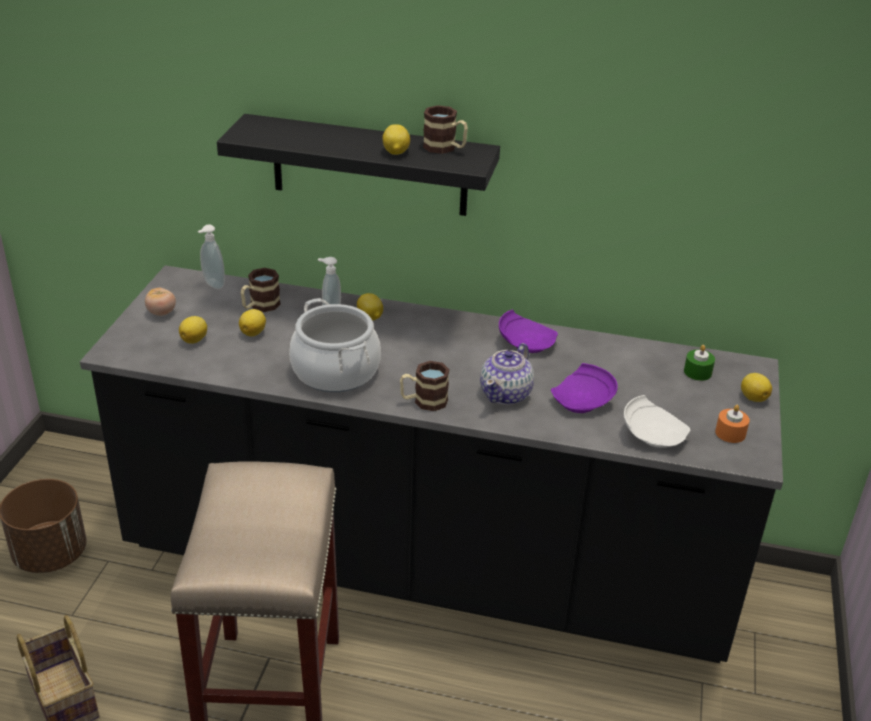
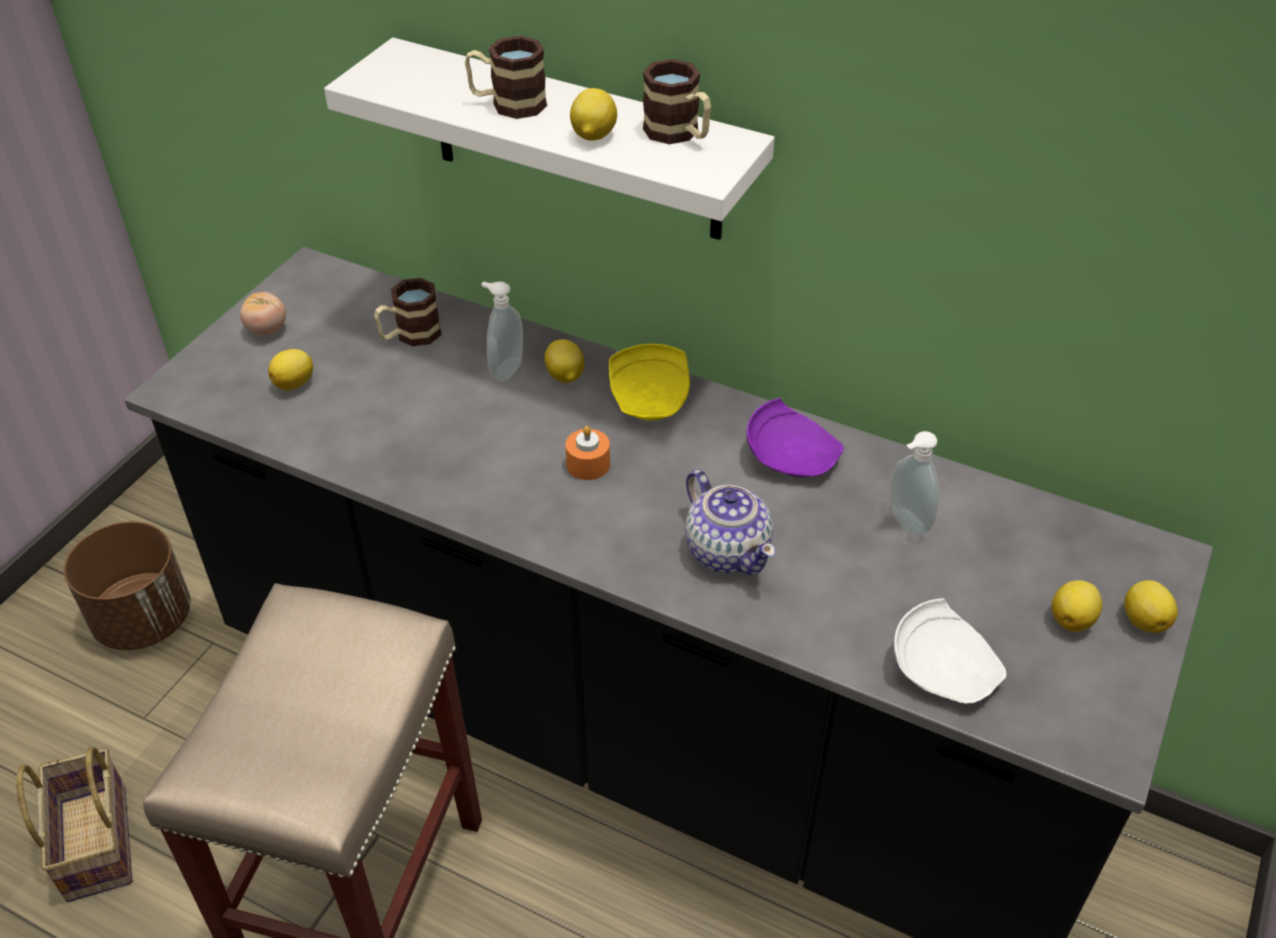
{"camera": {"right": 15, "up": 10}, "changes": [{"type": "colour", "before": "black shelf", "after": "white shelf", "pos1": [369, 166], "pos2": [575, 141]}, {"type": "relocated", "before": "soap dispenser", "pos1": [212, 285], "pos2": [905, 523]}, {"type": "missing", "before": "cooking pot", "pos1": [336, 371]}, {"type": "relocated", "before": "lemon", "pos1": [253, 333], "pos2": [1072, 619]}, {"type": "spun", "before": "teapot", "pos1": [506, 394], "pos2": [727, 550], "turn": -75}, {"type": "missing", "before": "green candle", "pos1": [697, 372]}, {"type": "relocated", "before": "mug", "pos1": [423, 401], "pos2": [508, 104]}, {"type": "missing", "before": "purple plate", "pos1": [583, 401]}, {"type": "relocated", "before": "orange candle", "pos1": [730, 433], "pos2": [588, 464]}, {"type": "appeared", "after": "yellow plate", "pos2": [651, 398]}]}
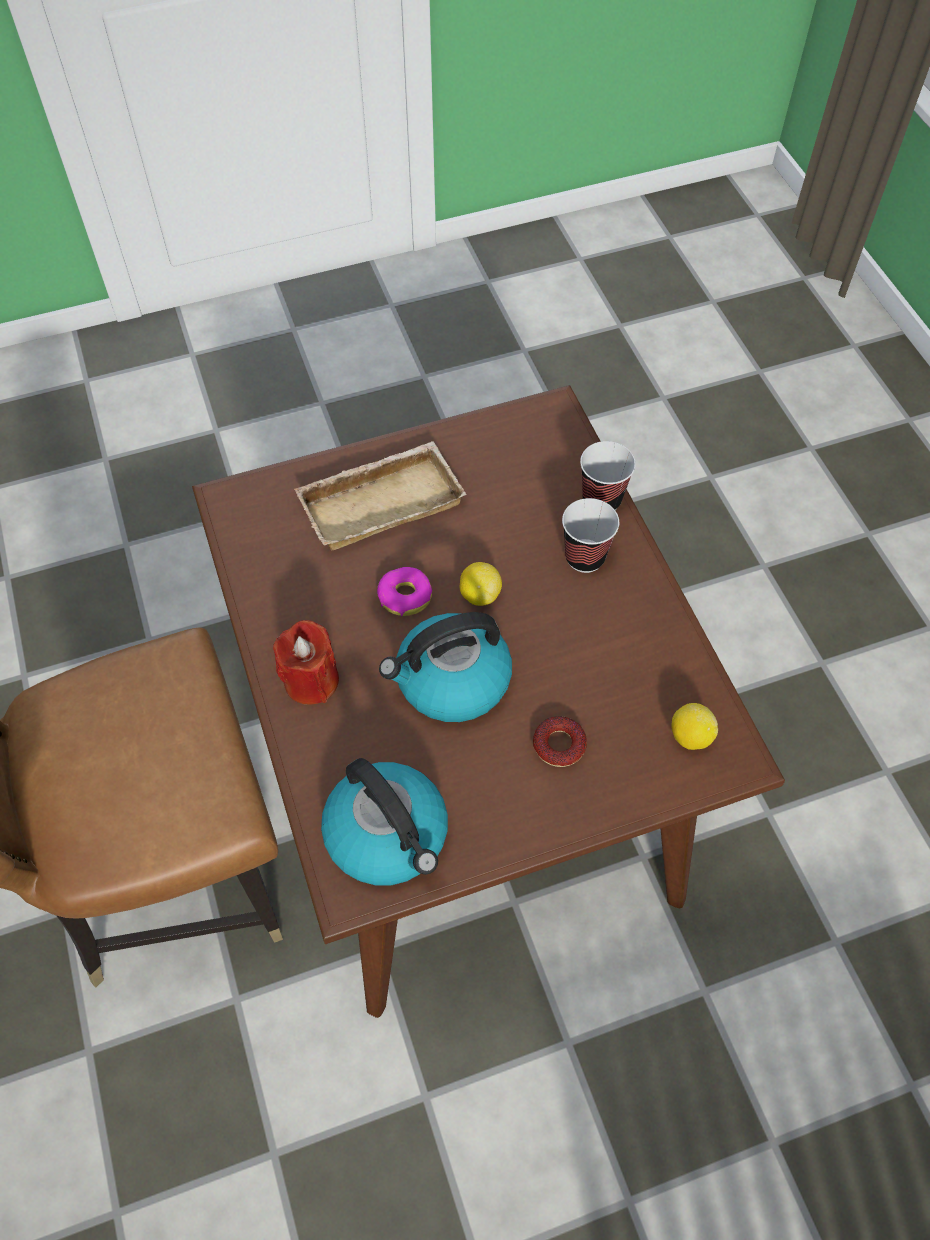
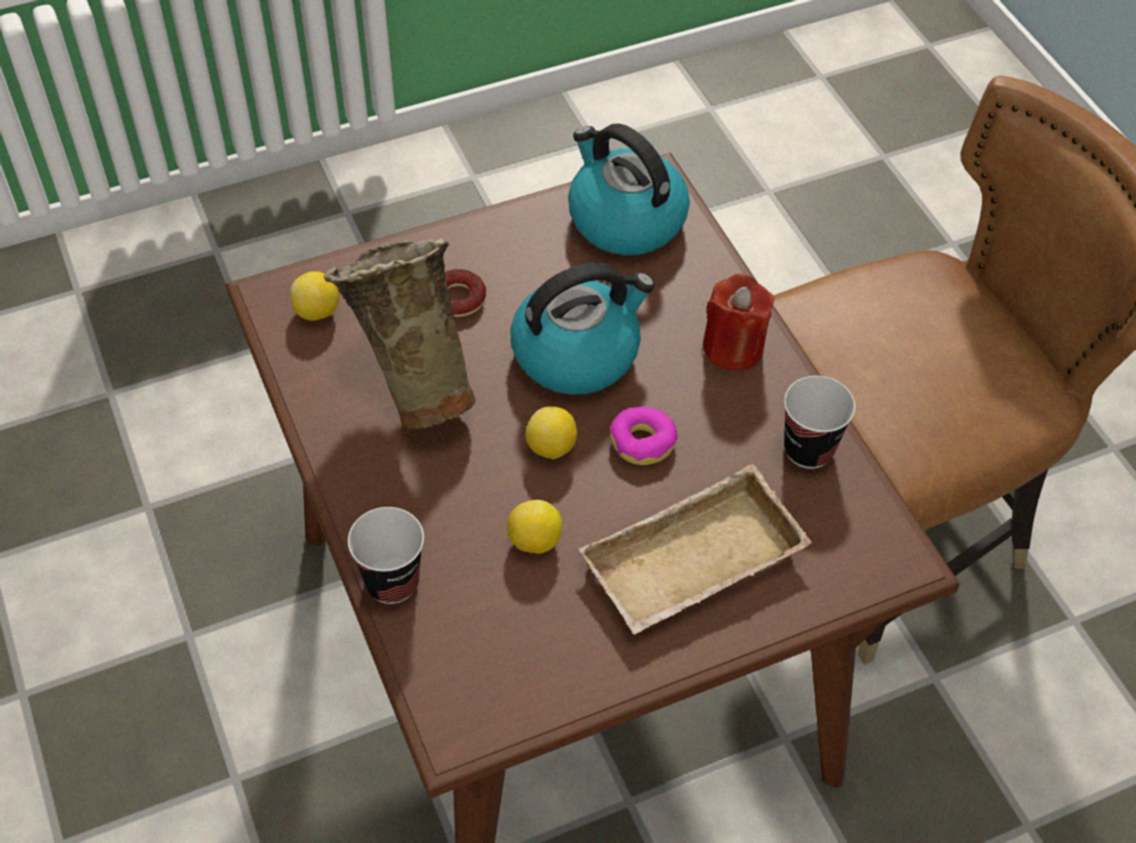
{"camera": {"right": 175, "up": -5}, "changes": [{"type": "relocated", "before": "cup", "pos1": [585, 557], "pos2": [808, 449]}, {"type": "appeared", "after": "beige vase", "pos2": [412, 384]}, {"type": "appeared", "after": "lemon", "pos2": [534, 541]}]}
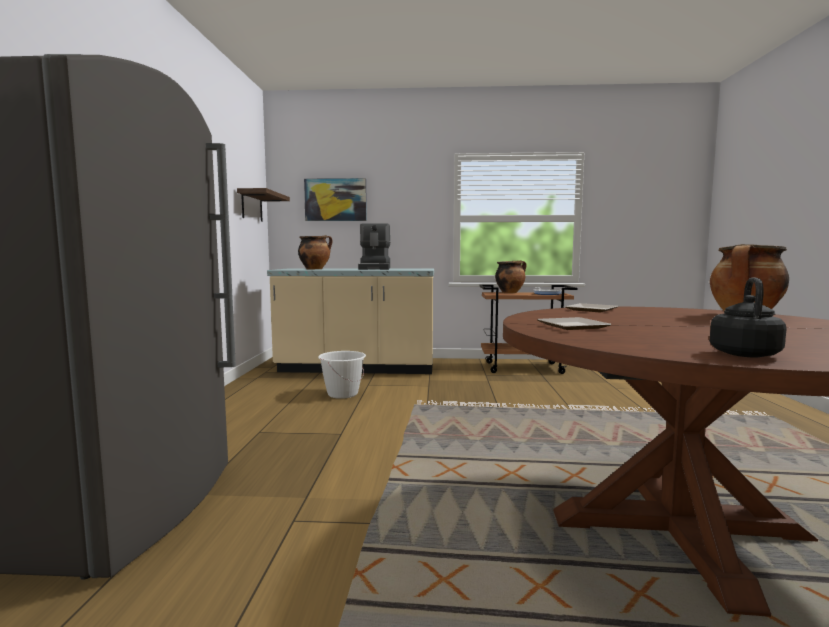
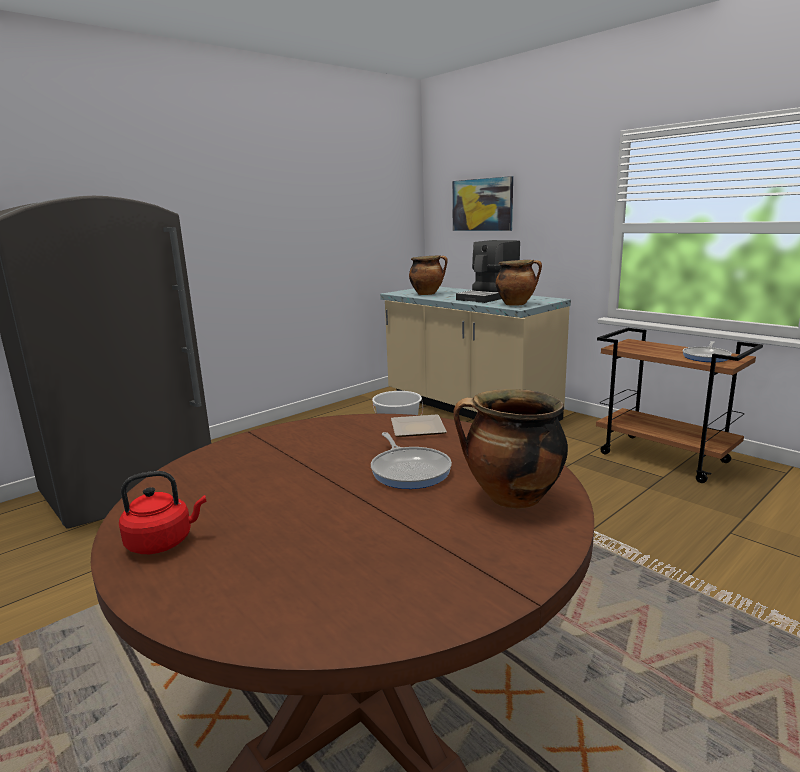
{"camera": {"right": 45, "up": 10}, "changes": [{"type": "missing", "before": "shelf", "pos1": [252, 206]}, {"type": "relocated", "before": "cooking pot", "pos1": [510, 292], "pos2": [516, 304]}, {"type": "colour", "before": "black kettle", "after": "red kettle", "pos1": [743, 353], "pos2": [163, 542]}, {"type": "missing", "before": "plate", "pos1": [572, 327]}, {"type": "appeared", "after": "frying pan", "pos2": [409, 470]}]}
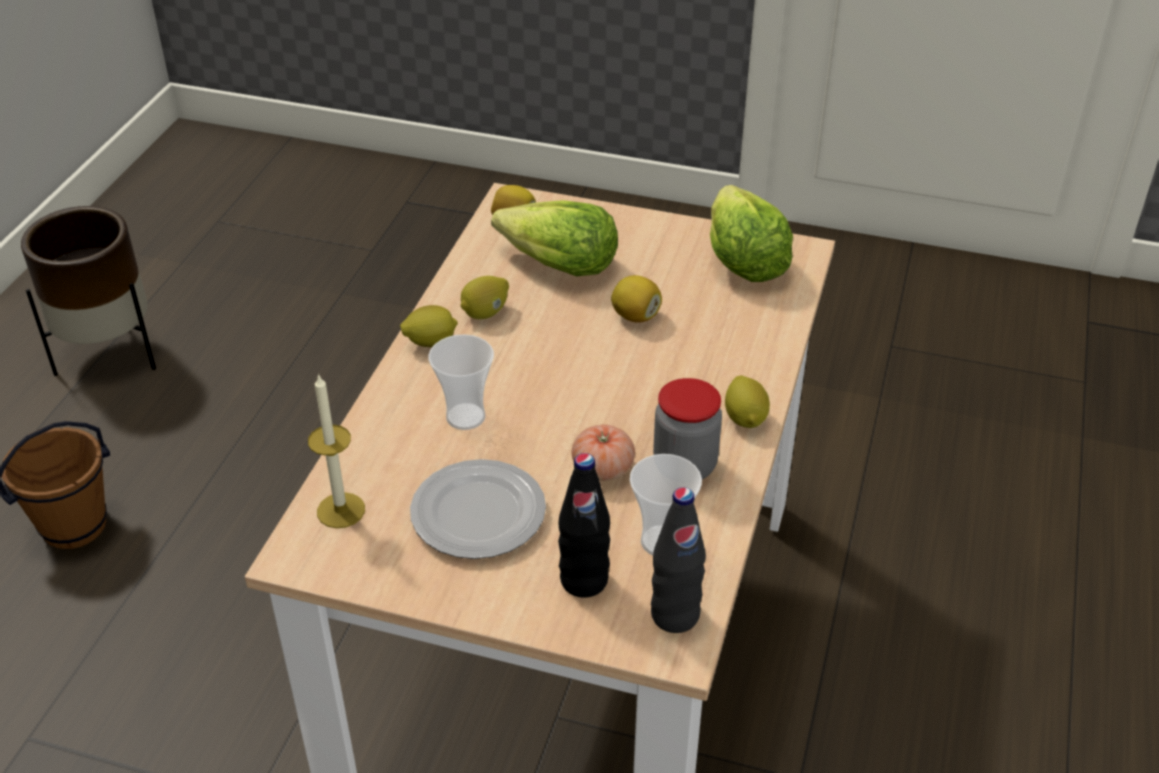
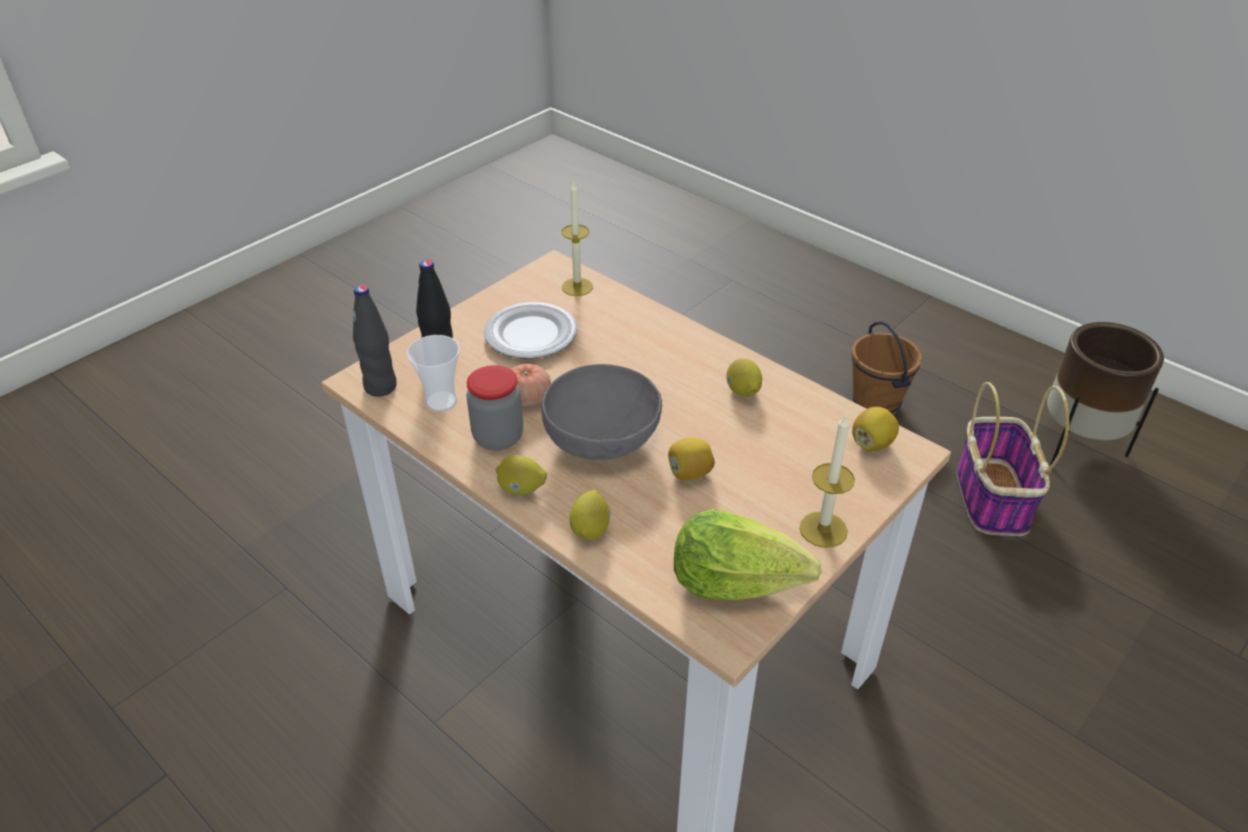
{"camera": {"right": 115, "up": 0}, "changes": [{"type": "missing", "before": "lettuce", "pos1": [558, 265]}, {"type": "relocated", "before": "lemon", "pos1": [430, 342], "pos2": [591, 529]}, {"type": "missing", "before": "cup", "pos1": [465, 417]}, {"type": "appeared", "after": "grey bowl", "pos2": [602, 437]}, {"type": "appeared", "after": "basket", "pos2": [991, 496]}, {"type": "appeared", "after": "candle", "pos2": [823, 529]}]}
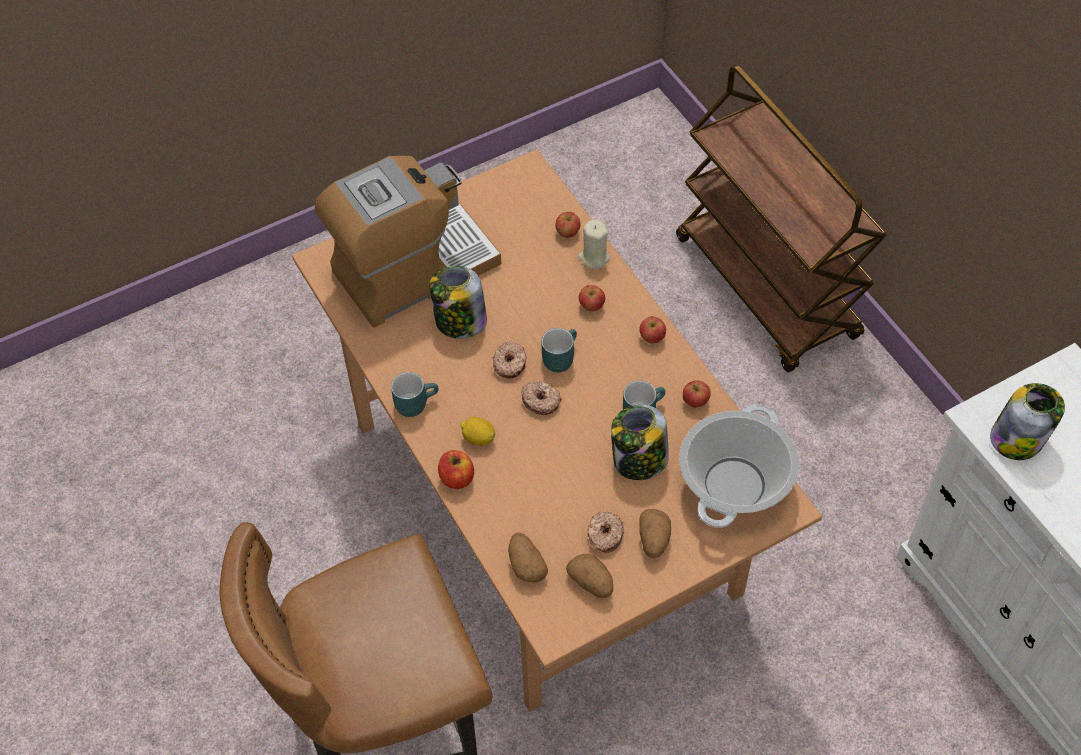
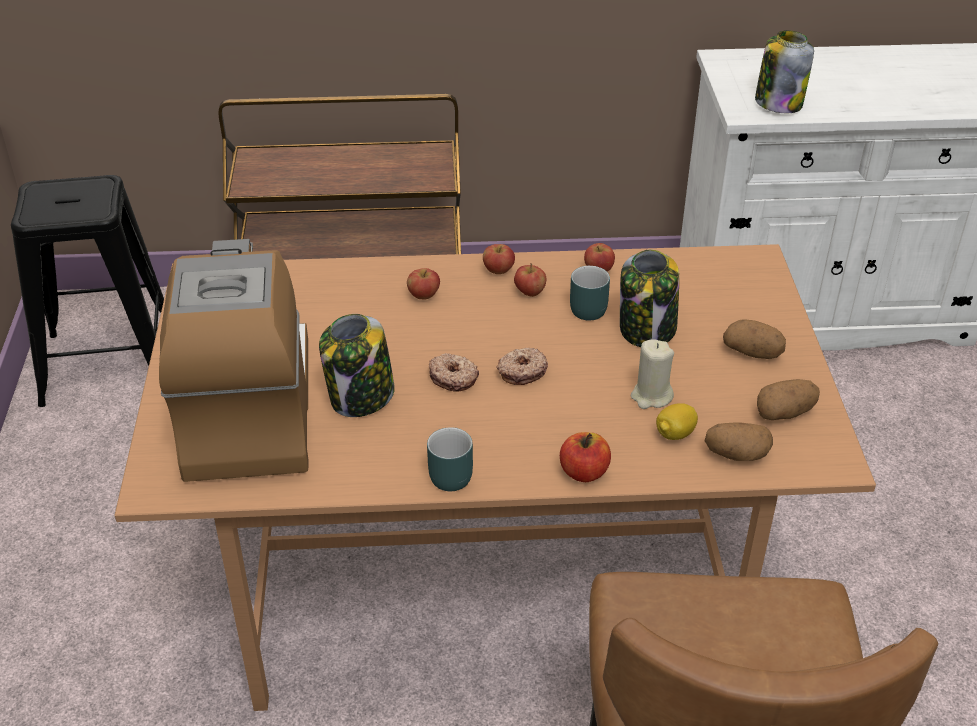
{"camera": {"right": -65, "up": -15}, "changes": [{"type": "relocated", "before": "apple", "pos1": [567, 232], "pos2": [529, 292]}, {"type": "relocated", "before": "beige candle", "pos1": [594, 258], "pos2": [651, 396]}, {"type": "missing", "before": "turquoise mug", "pos1": [559, 357]}, {"type": "missing", "before": "cooking pot", "pos1": [734, 484]}, {"type": "relocated", "before": "lemon", "pos1": [478, 438], "pos2": [675, 434]}, {"type": "missing", "before": "donut", "pos1": [604, 535]}, {"type": "appeared", "after": "black stool", "pos2": [109, 363]}]}
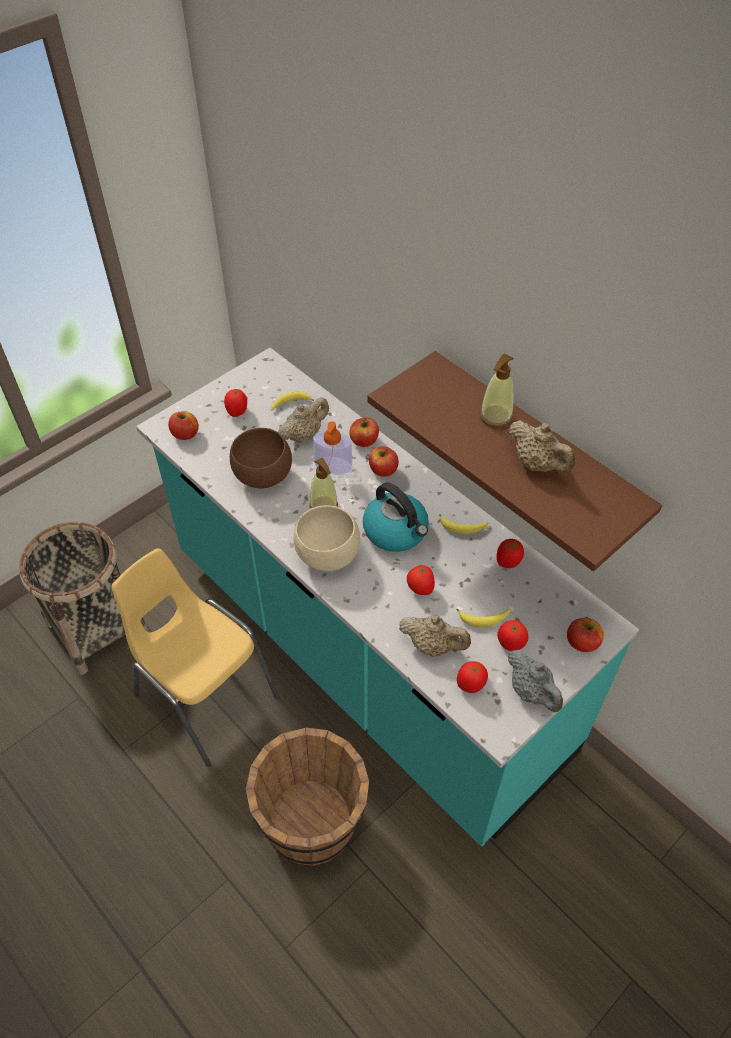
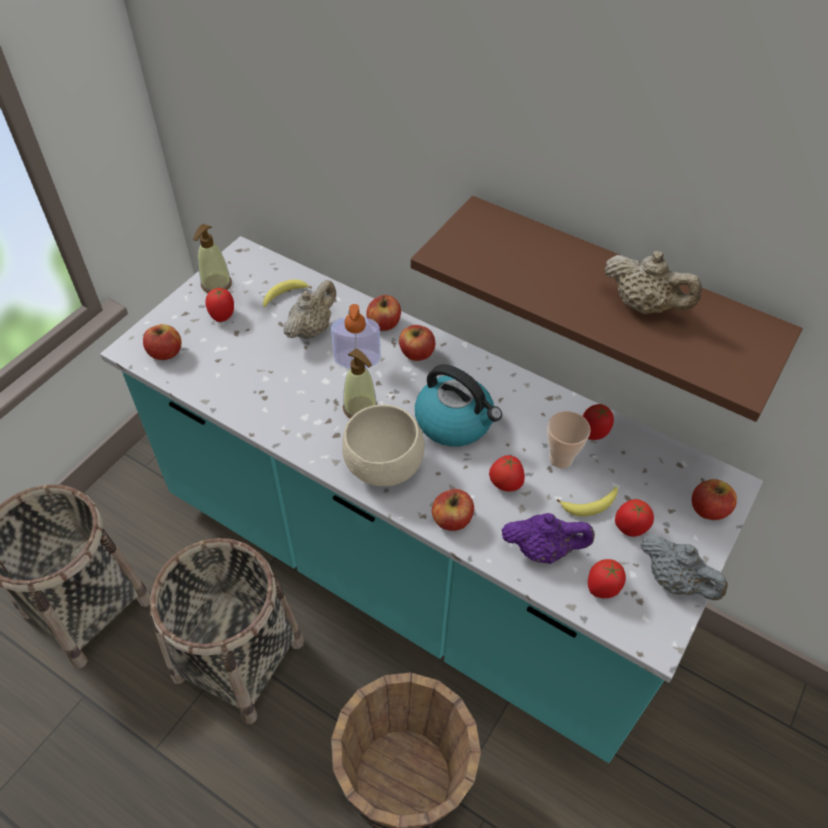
{"camera": {"right": -15, "up": 0}, "changes": [{"type": "relocated", "before": "soap dispenser", "pos1": [495, 416], "pos2": [216, 284]}, {"type": "missing", "before": "brown bowl", "pos1": [264, 477]}, {"type": "missing", "before": "banana", "pos1": [462, 527]}, {"type": "exchanged", "before": "yellow chair", "after": "basket", "pos1": [205, 696], "pos2": [239, 659]}, {"type": "colour", "before": "beige teapot", "after": "purple teapot", "pos1": [433, 645], "pos2": [543, 550]}, {"type": "appeared", "after": "cup", "pos2": [560, 459]}, {"type": "appeared", "after": "apple", "pos2": [452, 519]}]}
